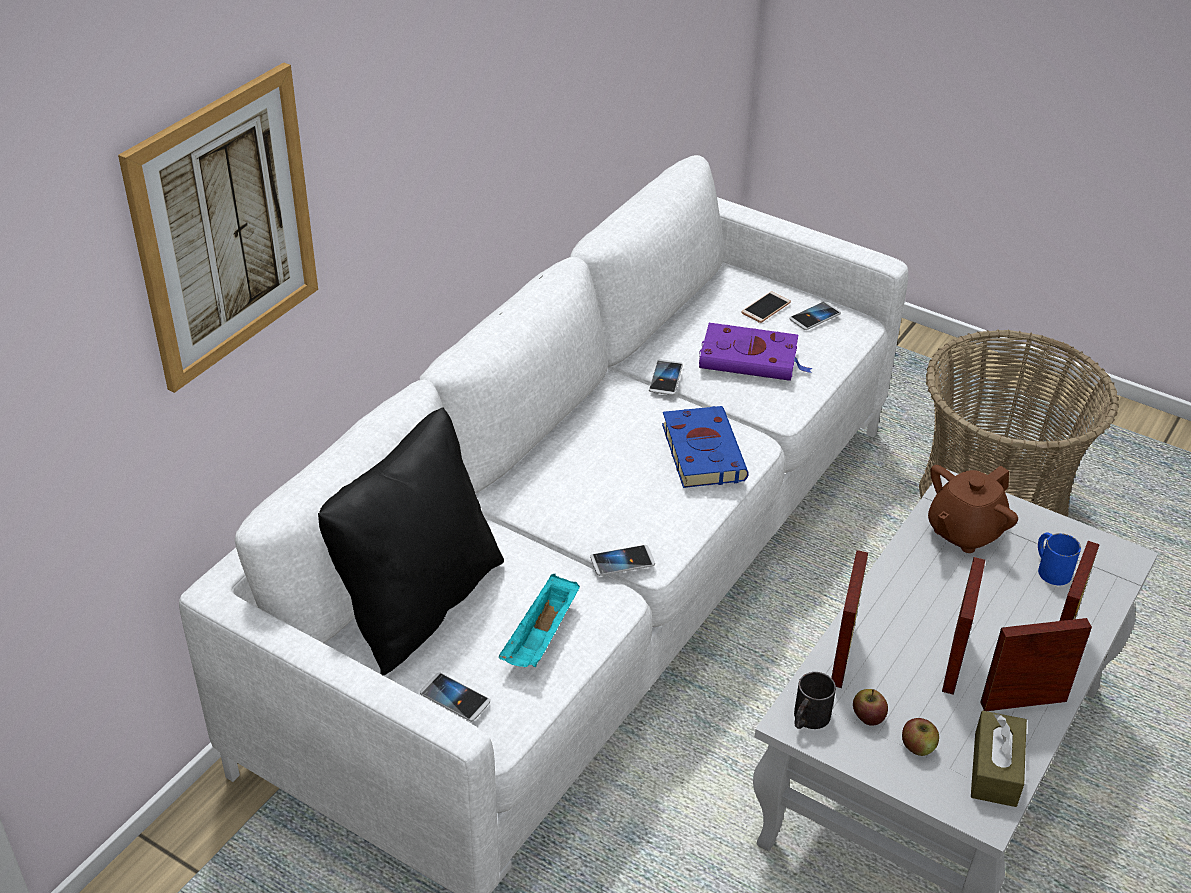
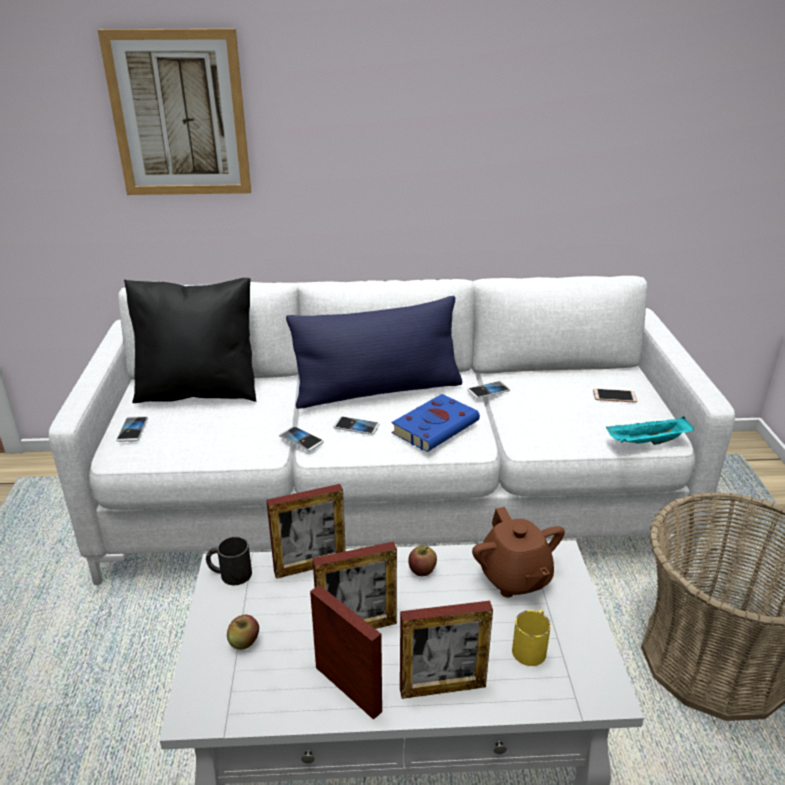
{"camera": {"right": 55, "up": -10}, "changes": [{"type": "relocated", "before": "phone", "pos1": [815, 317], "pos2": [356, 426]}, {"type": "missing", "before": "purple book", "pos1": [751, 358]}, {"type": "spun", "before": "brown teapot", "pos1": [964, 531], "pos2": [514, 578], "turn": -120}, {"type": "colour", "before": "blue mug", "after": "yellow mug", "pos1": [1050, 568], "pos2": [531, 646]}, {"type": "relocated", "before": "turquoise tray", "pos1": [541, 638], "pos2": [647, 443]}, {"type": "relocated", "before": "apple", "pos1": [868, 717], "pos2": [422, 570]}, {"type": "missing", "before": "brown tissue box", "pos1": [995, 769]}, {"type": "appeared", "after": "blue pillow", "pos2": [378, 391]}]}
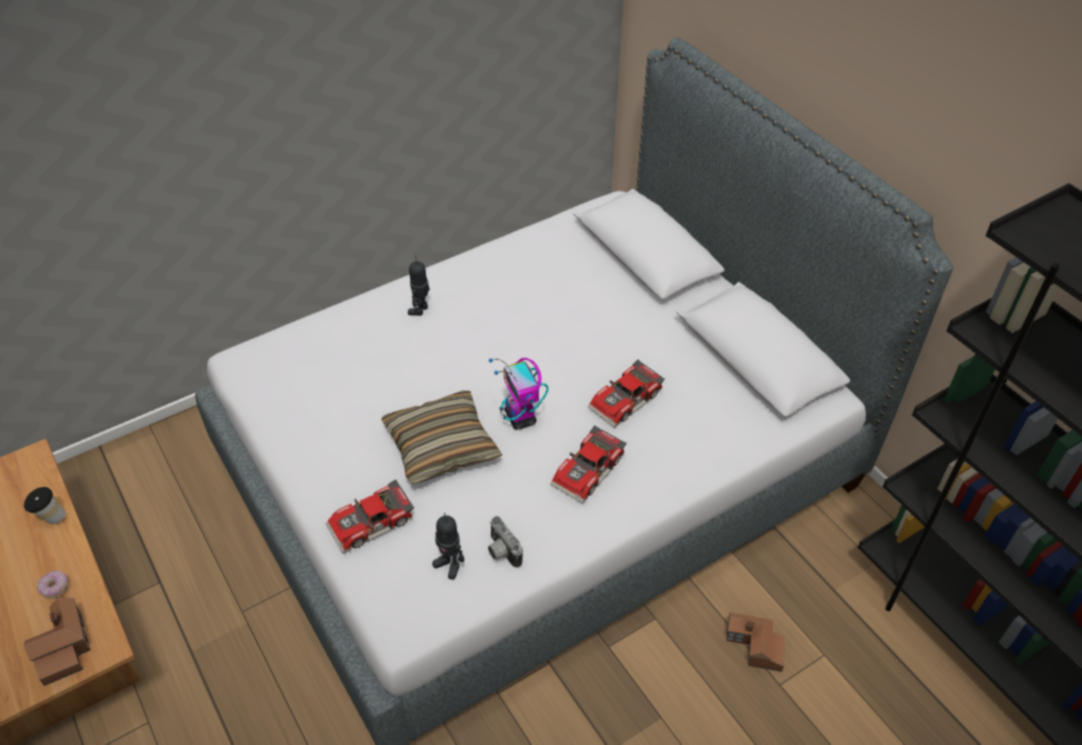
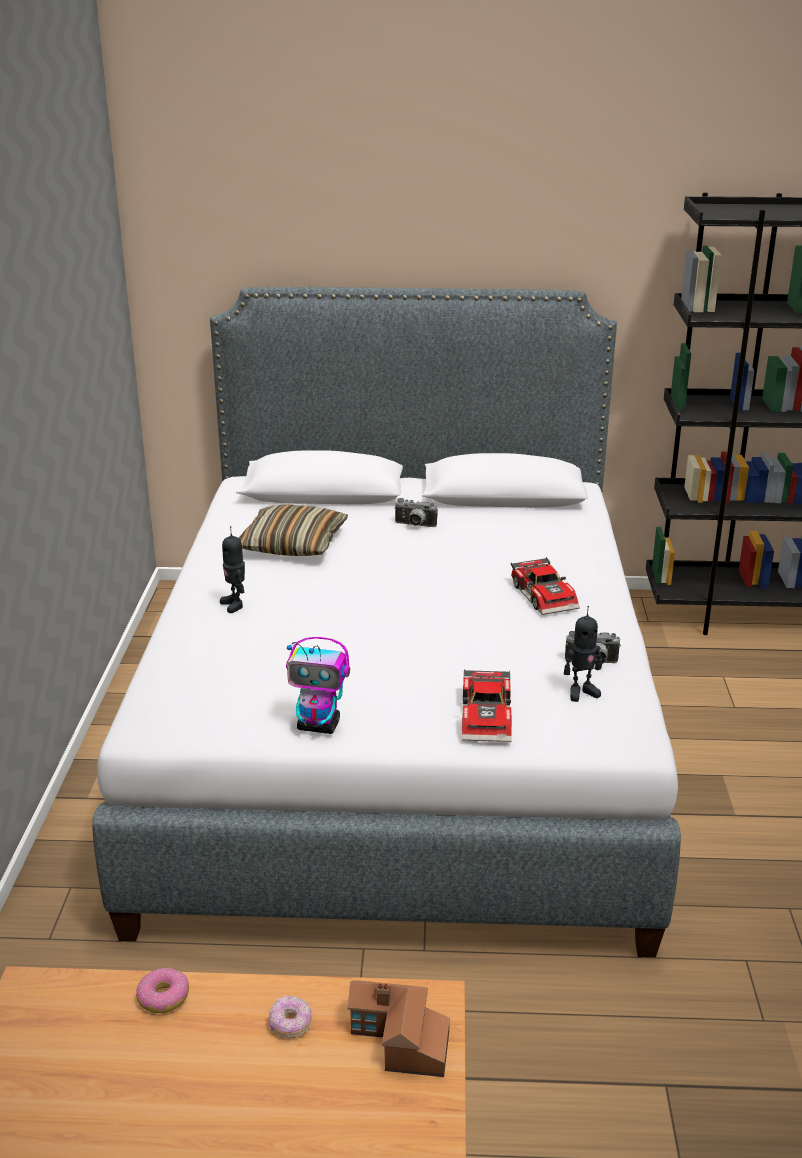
{"camera": {"right": -55, "up": -20}, "changes": [{"type": "relocated", "before": "toy robot", "pos1": [520, 418], "pos2": [319, 726]}, {"type": "missing", "before": "toy car", "pos1": [627, 401]}, {"type": "relocated", "before": "pillow", "pos1": [441, 446], "pos2": [293, 544]}, {"type": "exchanged", "before": "cup", "after": "donut", "pos1": [51, 518], "pos2": [163, 998]}, {"type": "missing", "before": "toy house", "pos1": [754, 647]}, {"type": "appeared", "after": "photo camera", "pos2": [414, 526]}]}
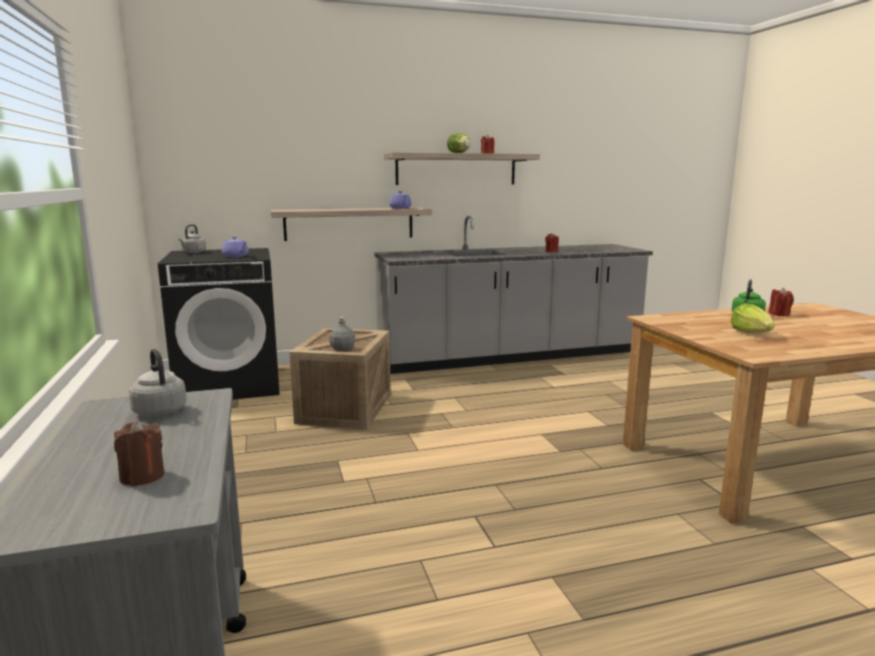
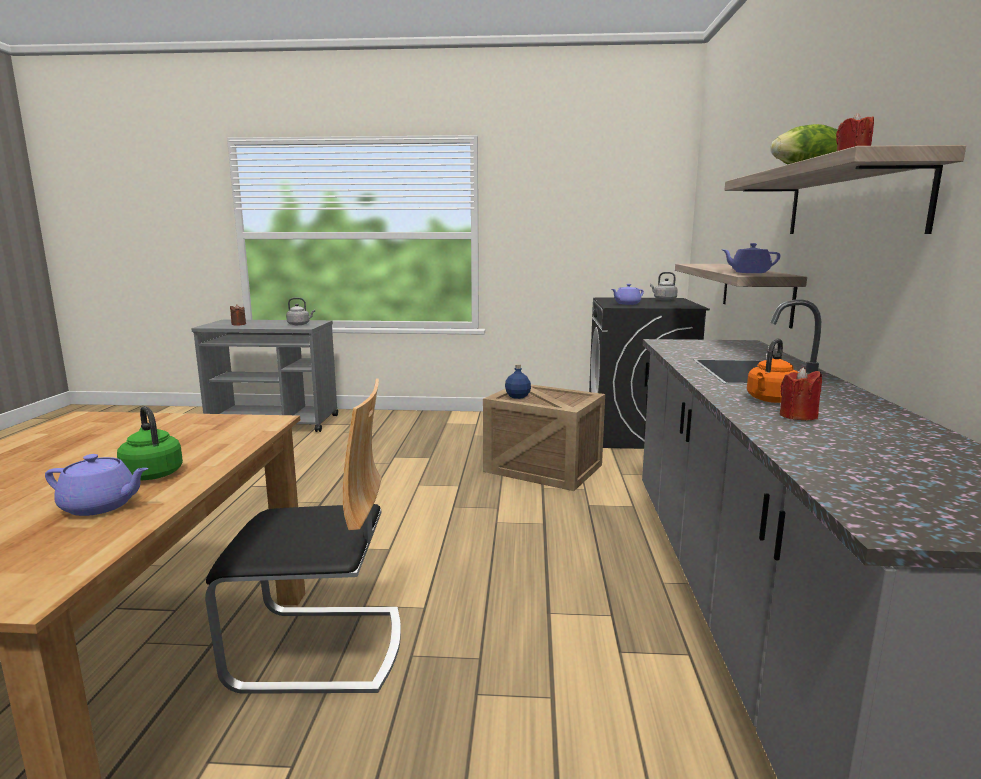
{"camera": {"right": 110, "up": 0}, "changes": [{"type": "exchanged", "before": "red candle", "after": "purple teapot", "pos1": [779, 314], "pos2": [101, 506]}, {"type": "missing", "before": "lettuce", "pos1": [752, 333]}, {"type": "colour", "before": "grey bottle", "after": "blue bottle", "pos1": [343, 349], "pos2": [517, 396]}, {"type": "appeared", "after": "orange kettle", "pos2": [770, 400]}, {"type": "appeared", "after": "chair", "pos2": [319, 648]}]}
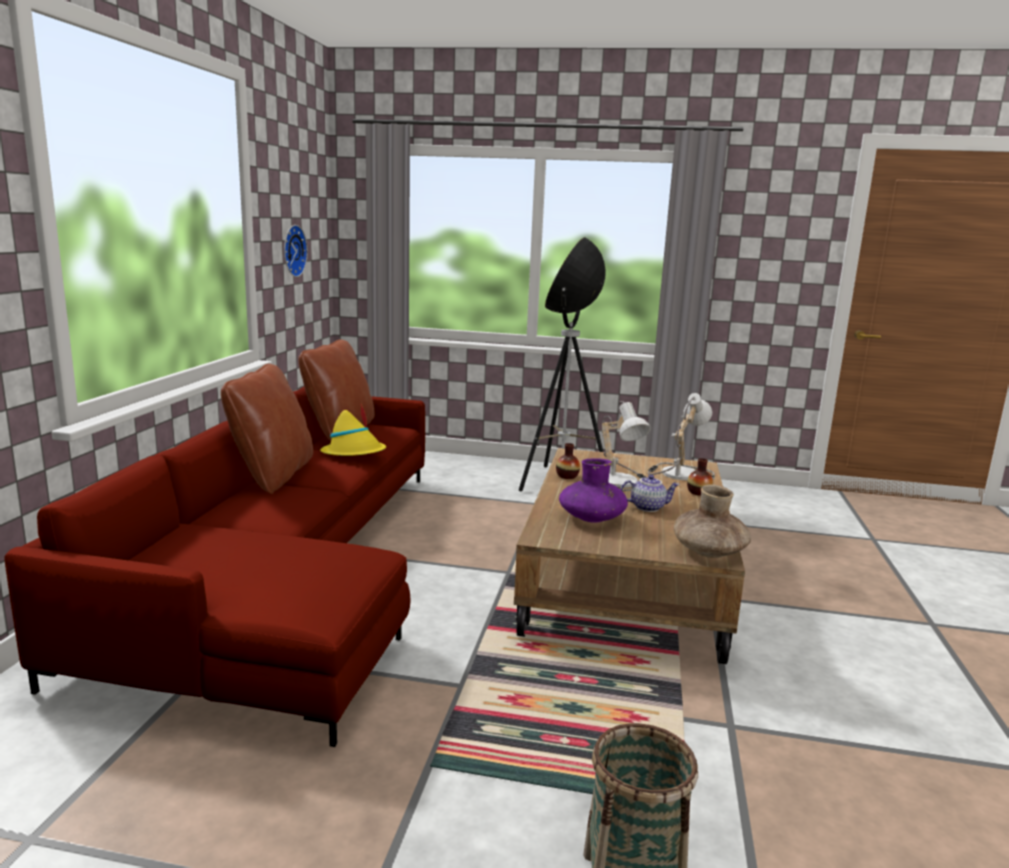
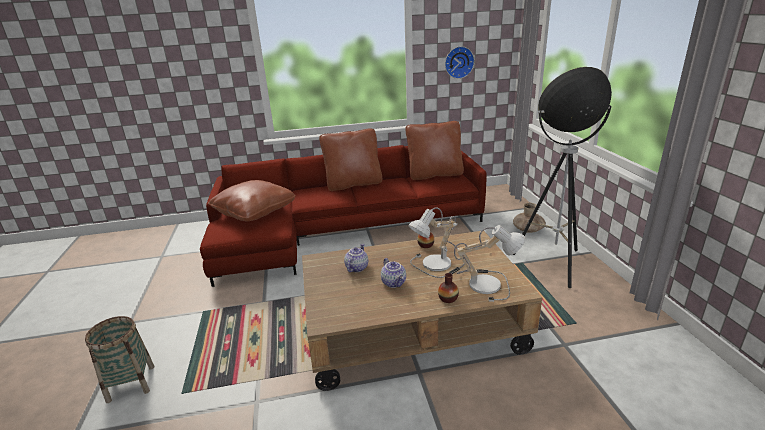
{"camera": {"right": 70, "up": 10}, "changes": [{"type": "missing", "before": "yellow hat", "pos1": [354, 454]}, {"type": "exchanged", "before": "purple vase", "after": "teapot", "pos1": [591, 518], "pos2": [356, 268]}, {"type": "relocated", "before": "brown vase", "pos1": [709, 551], "pos2": [528, 230]}, {"type": "appeared", "after": "brown pillow", "pos2": [254, 212]}]}
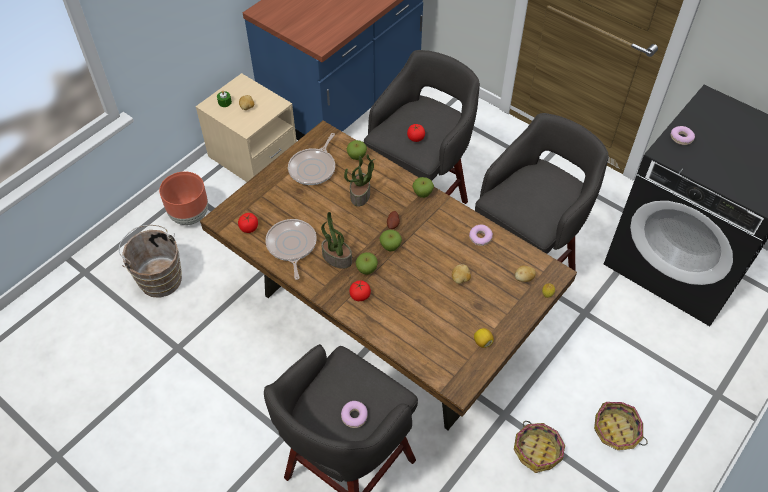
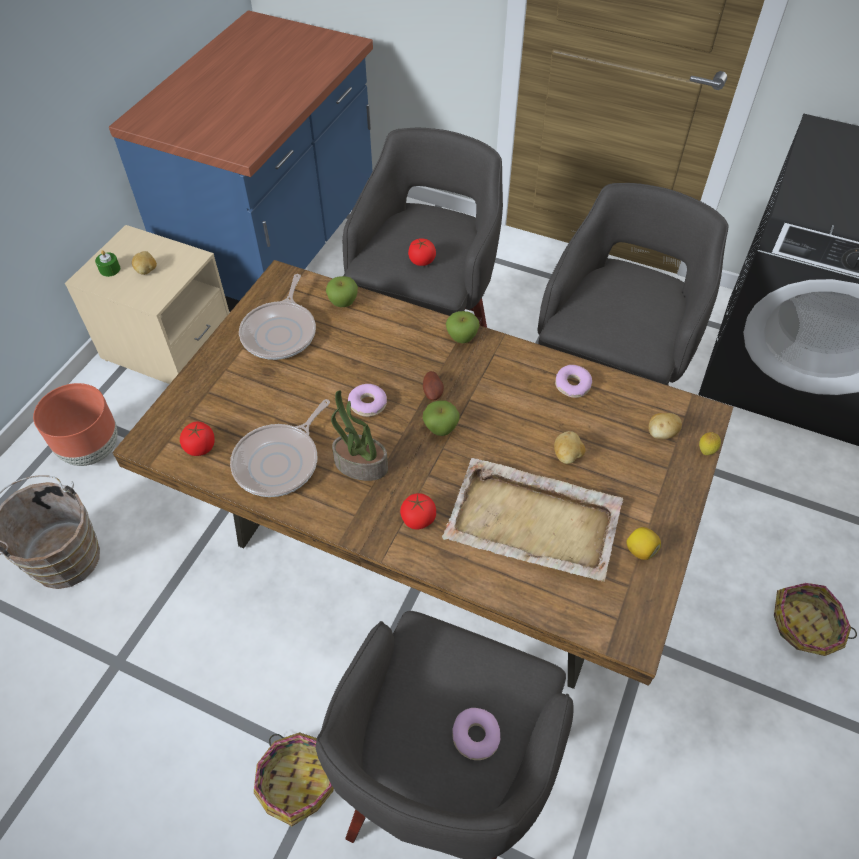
{"camera": {"right": -15, "up": 0}, "changes": [{"type": "relocated", "before": "donut", "pos1": [681, 138], "pos2": [368, 404]}, {"type": "missing", "before": "potted plant", "pos1": [360, 195]}, {"type": "spun", "before": "frying pan", "pos1": [291, 246], "pos2": [280, 461], "turn": -120}, {"type": "missing", "before": "apple", "pos1": [366, 270]}, {"type": "relocated", "before": "basket", "pos1": [537, 450], "pos2": [298, 780]}, {"type": "appeared", "after": "beige tray", "pos2": [534, 522]}]}
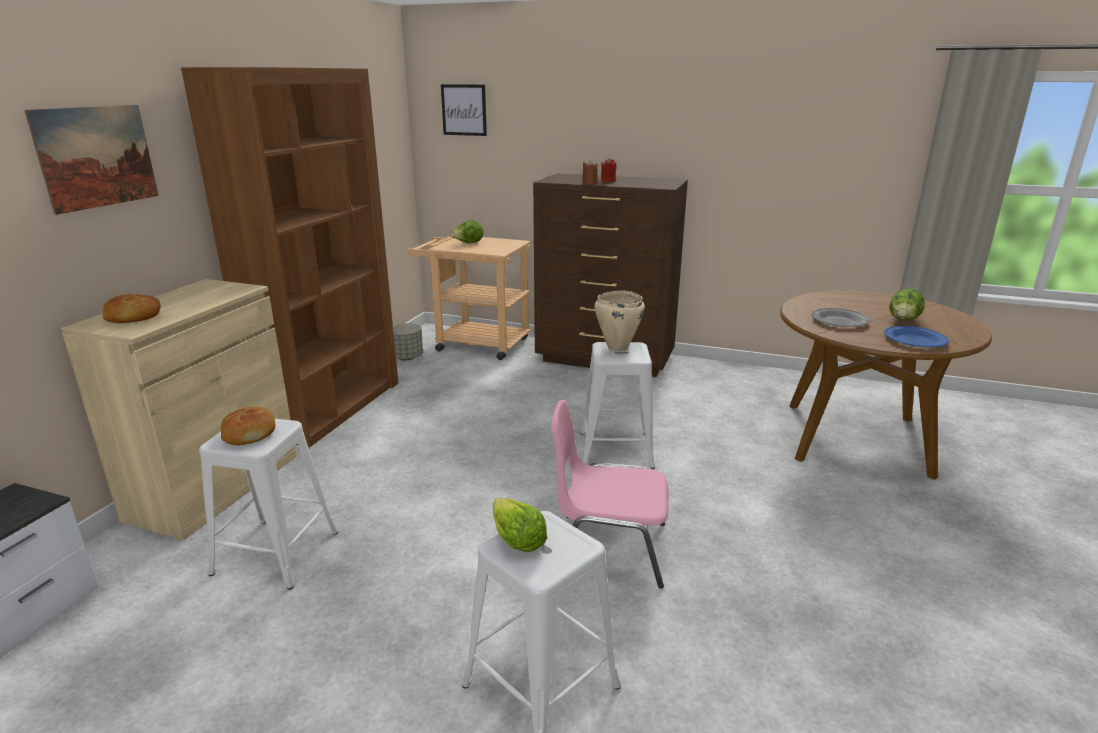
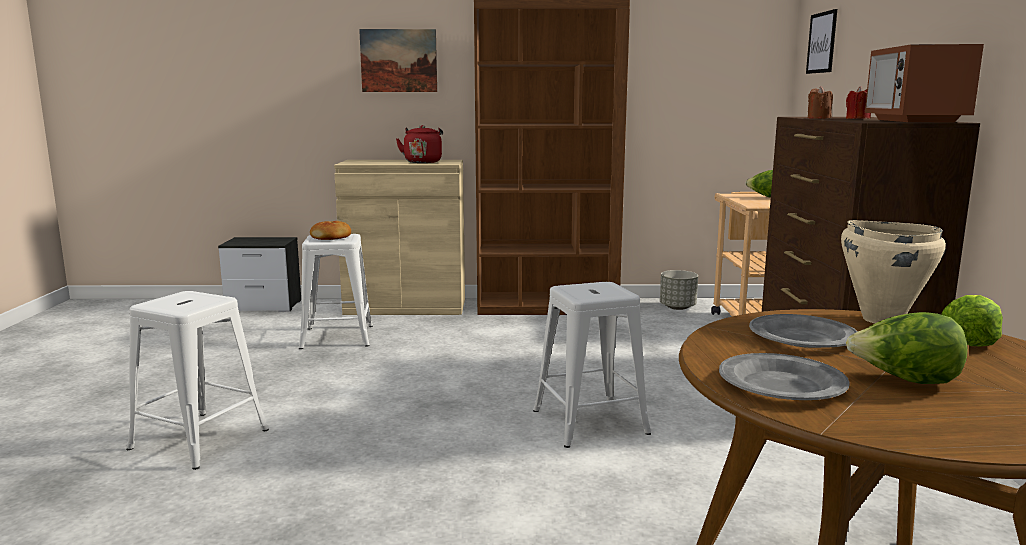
{"camera": {"right": 70, "up": -10}, "changes": [{"type": "relocated", "before": "beige cooking pot", "pos1": [617, 348], "pos2": [881, 319]}, {"type": "missing", "before": "bread", "pos1": [133, 317]}, {"type": "colour", "before": "blue plate", "after": "grey plate", "pos1": [914, 340], "pos2": [780, 384]}, {"type": "missing", "before": "pink chair", "pos1": [608, 548]}, {"type": "relocated", "before": "lettuce", "pos1": [516, 539], "pos2": [969, 339]}, {"type": "appeared", "after": "microwave", "pos2": [913, 121]}, {"type": "appeared", "after": "red kettle", "pos2": [423, 162]}]}
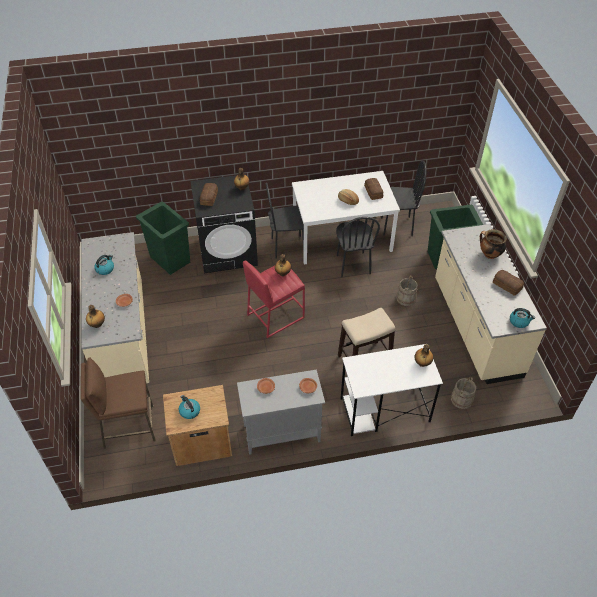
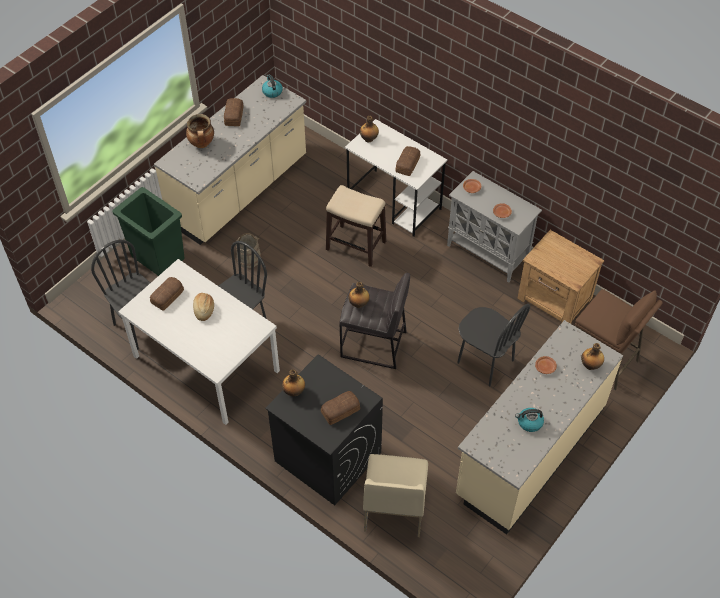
{"camera": {"right": -130, "up": 5}, "changes": [{"type": "relocated", "before": "black chair", "pos1": [288, 246], "pos2": [485, 362]}, {"type": "exchanged", "before": "green trash can", "after": "beige chair", "pos1": [170, 259], "pos2": [394, 506]}, {"type": "colour", "before": "red stool", "after": "grey stool", "pos1": [275, 316], "pos2": [374, 345]}, {"type": "missing", "before": "beige bucket", "pos1": [461, 399]}, {"type": "missing", "before": "kettle", "pos1": [189, 411]}, {"type": "appeared", "after": "bread", "pos2": [407, 164]}]}
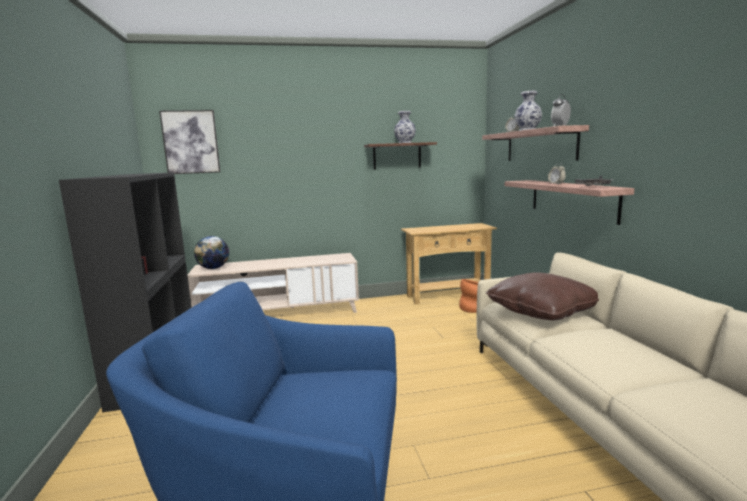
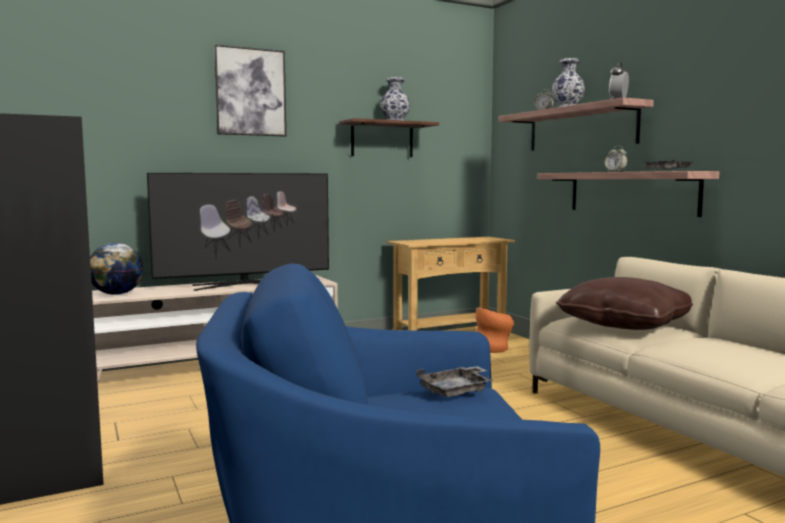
{"camera": {"right": -15, "up": -5}, "changes": [{"type": "relocated", "before": "picture", "pos1": [191, 142], "pos2": [250, 92]}, {"type": "appeared", "after": "television", "pos2": [244, 285]}, {"type": "appeared", "after": "grey tray", "pos2": [456, 391]}]}
